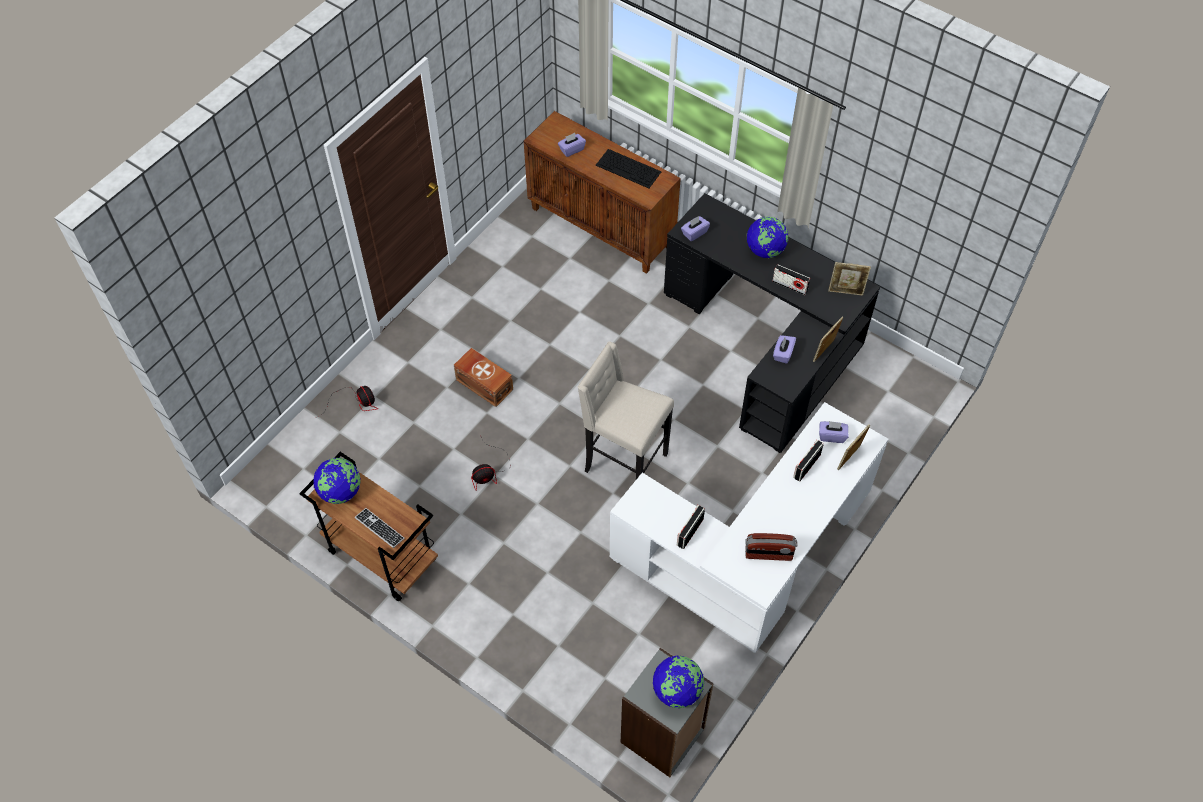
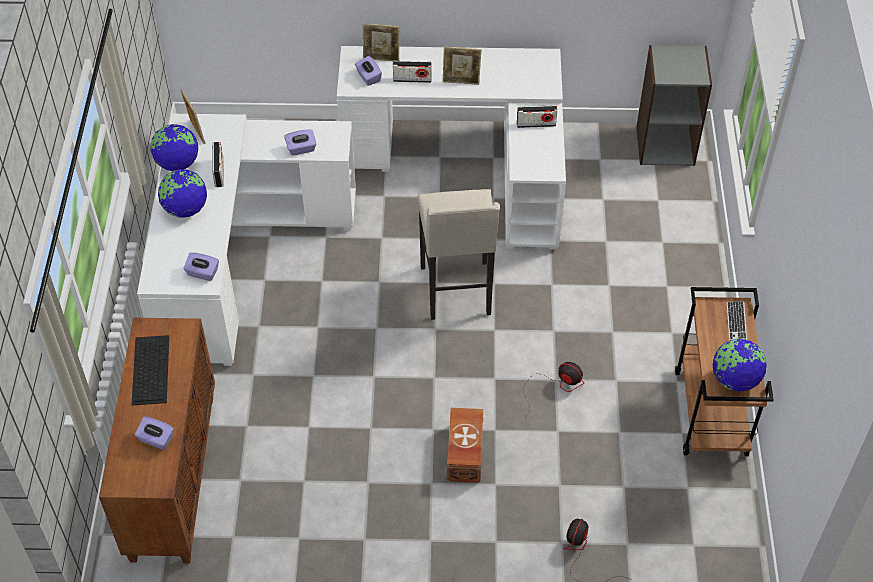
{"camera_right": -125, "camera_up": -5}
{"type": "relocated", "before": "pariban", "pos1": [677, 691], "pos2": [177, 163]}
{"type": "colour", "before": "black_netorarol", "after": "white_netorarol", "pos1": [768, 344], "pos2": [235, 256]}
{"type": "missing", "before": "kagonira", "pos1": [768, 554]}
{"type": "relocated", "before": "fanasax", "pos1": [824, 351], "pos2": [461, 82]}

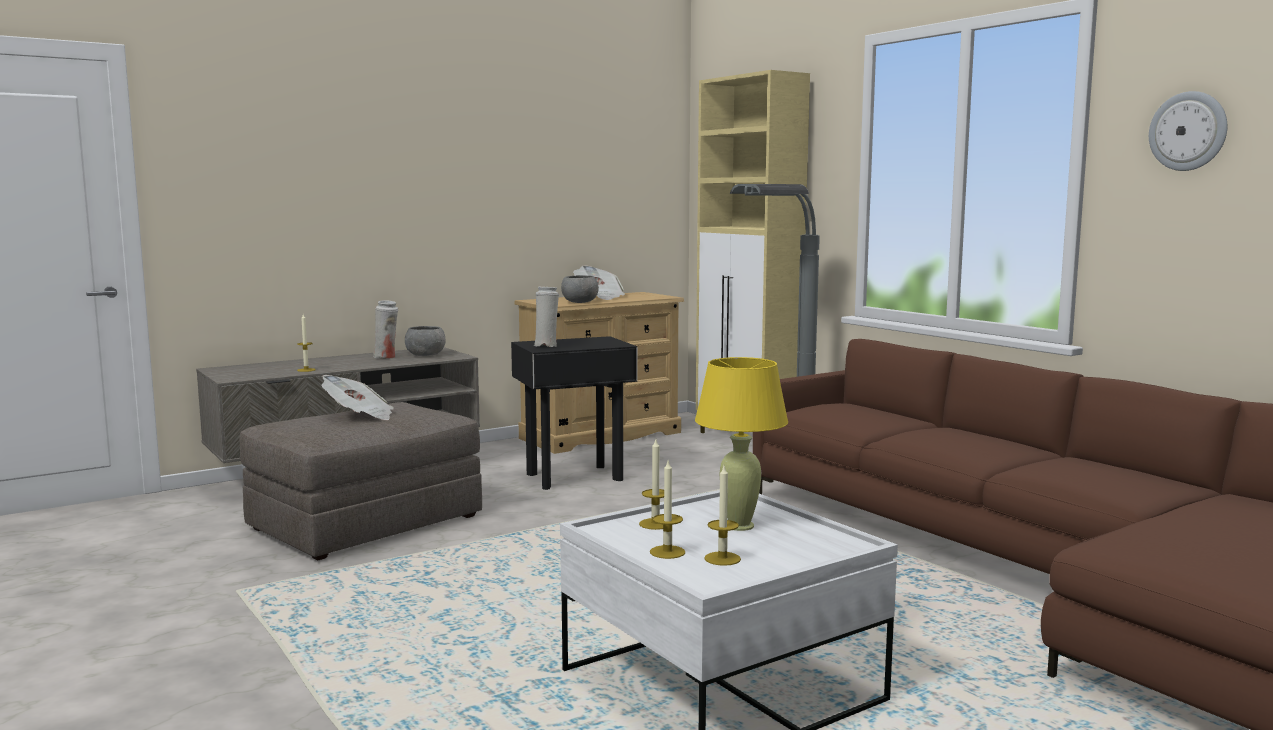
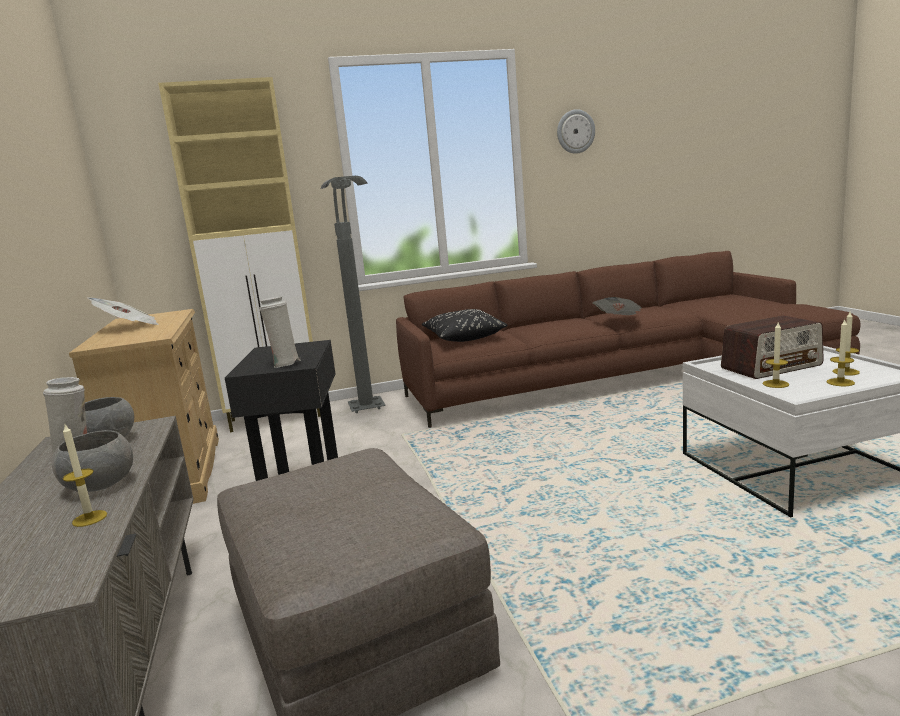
{"camera_right": -70, "camera_up": 5}
{"type": "relocated", "before": "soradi", "pos1": [360, 416], "pos2": [619, 320]}
{"type": "relocated", "before": "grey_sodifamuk", "pos1": [580, 302], "pos2": [99, 485]}
{"type": "exchanged", "before": "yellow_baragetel", "after": "kagonira", "pos1": [739, 526], "pos2": [771, 367]}
{"type": "appeared", "after": "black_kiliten", "pos2": [463, 338]}

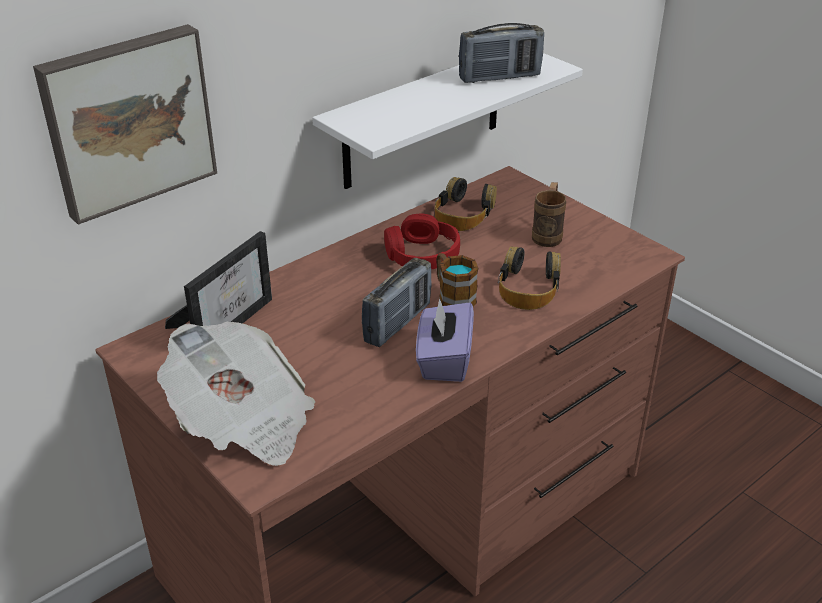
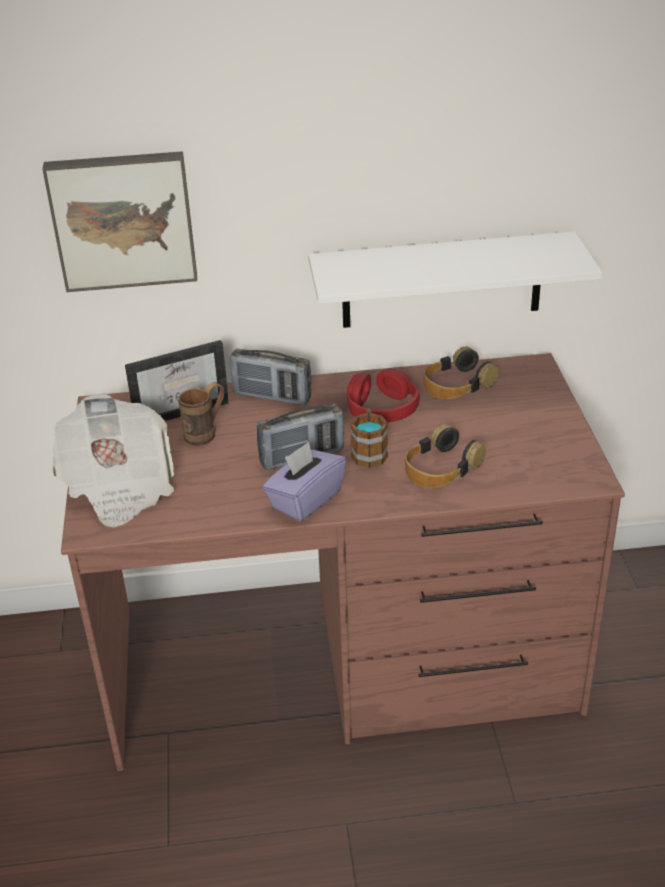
{"camera_right": 35, "camera_up": 0}
{"type": "relocated", "before": "kagonira", "pos1": [499, 77], "pos2": [272, 396]}
{"type": "relocated", "before": "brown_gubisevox", "pos1": [548, 234], "pos2": [206, 433]}

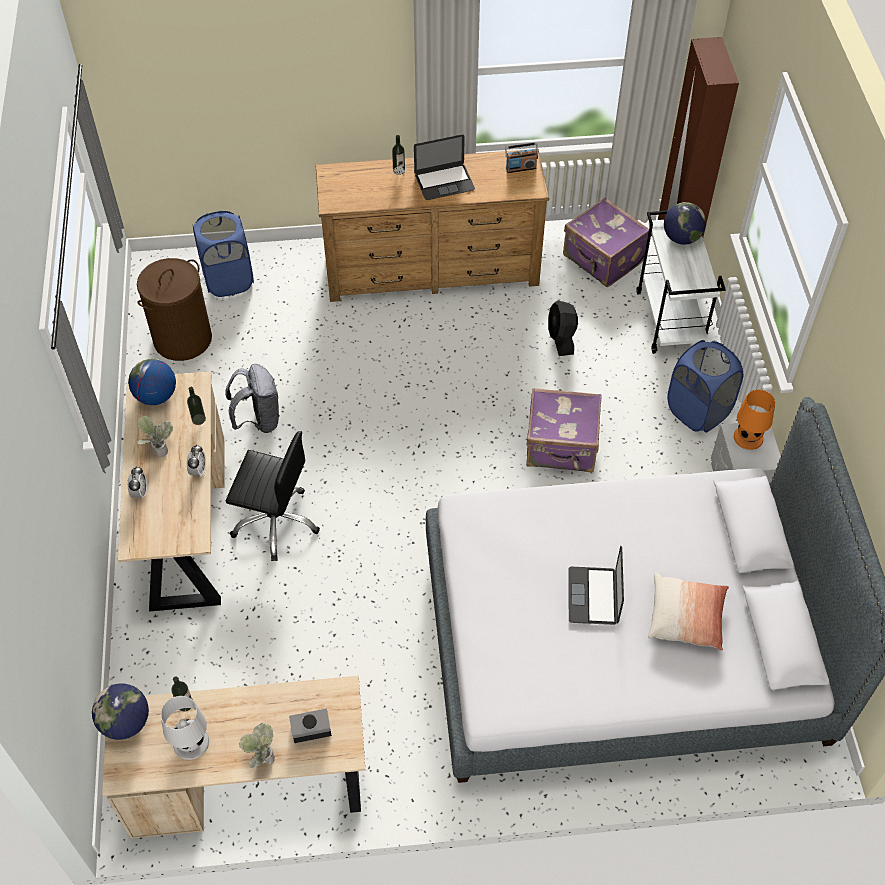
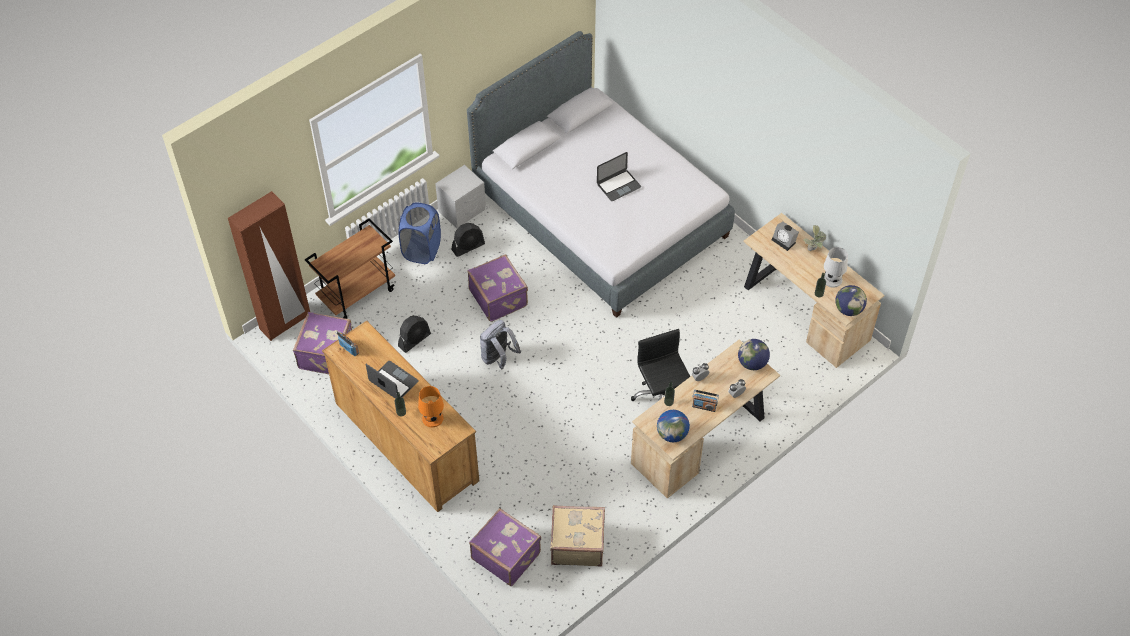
{"camera_right": -125, "camera_up": 0}
{"type": "exchanged", "before": "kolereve", "after": "kagonira", "pos1": [158, 449], "pos2": [704, 406]}
{"type": "exchanged", "before": "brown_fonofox", "after": "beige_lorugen", "pos1": [182, 339], "pos2": [577, 544]}
{"type": "exchanged", "before": "blue_fonofox", "after": "purple_lorugen", "pos1": [228, 280], "pos2": [506, 555]}
{"type": "relocated", "before": "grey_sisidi", "pos1": [258, 420], "pos2": [498, 358]}
{"type": "colour", "before": "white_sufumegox", "after": "brown_sufumegox", "pos1": [670, 320], "pos2": [357, 294]}
{"type": "missing", "before": "kiliten", "pos1": [686, 618]}
{"type": "relocated", "before": "pariban", "pos1": [681, 238], "pos2": [752, 363]}
{"type": "relocated", "before": "orange_baragetel", "pos1": [748, 437], "pos2": [432, 418]}
{"type": "appeared", "after": "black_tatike", "pos2": [468, 247]}

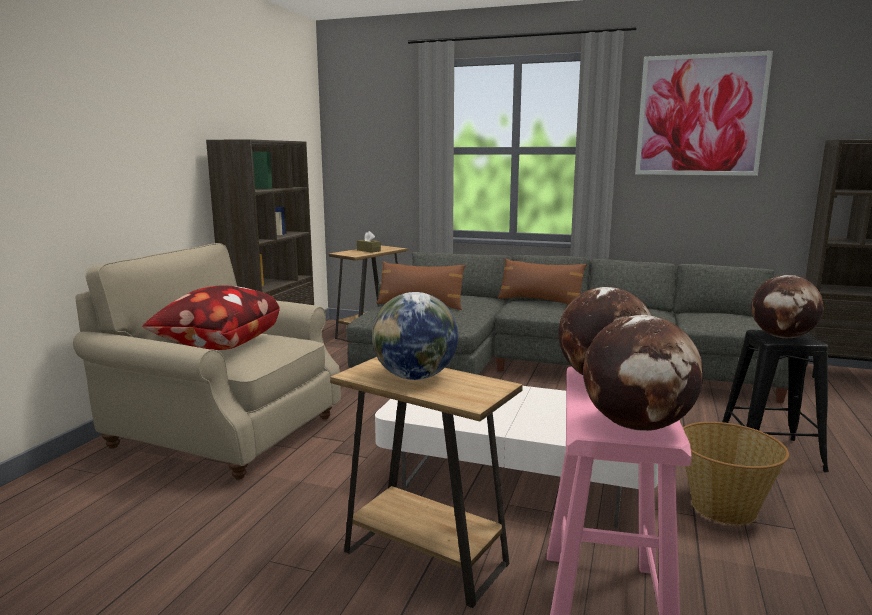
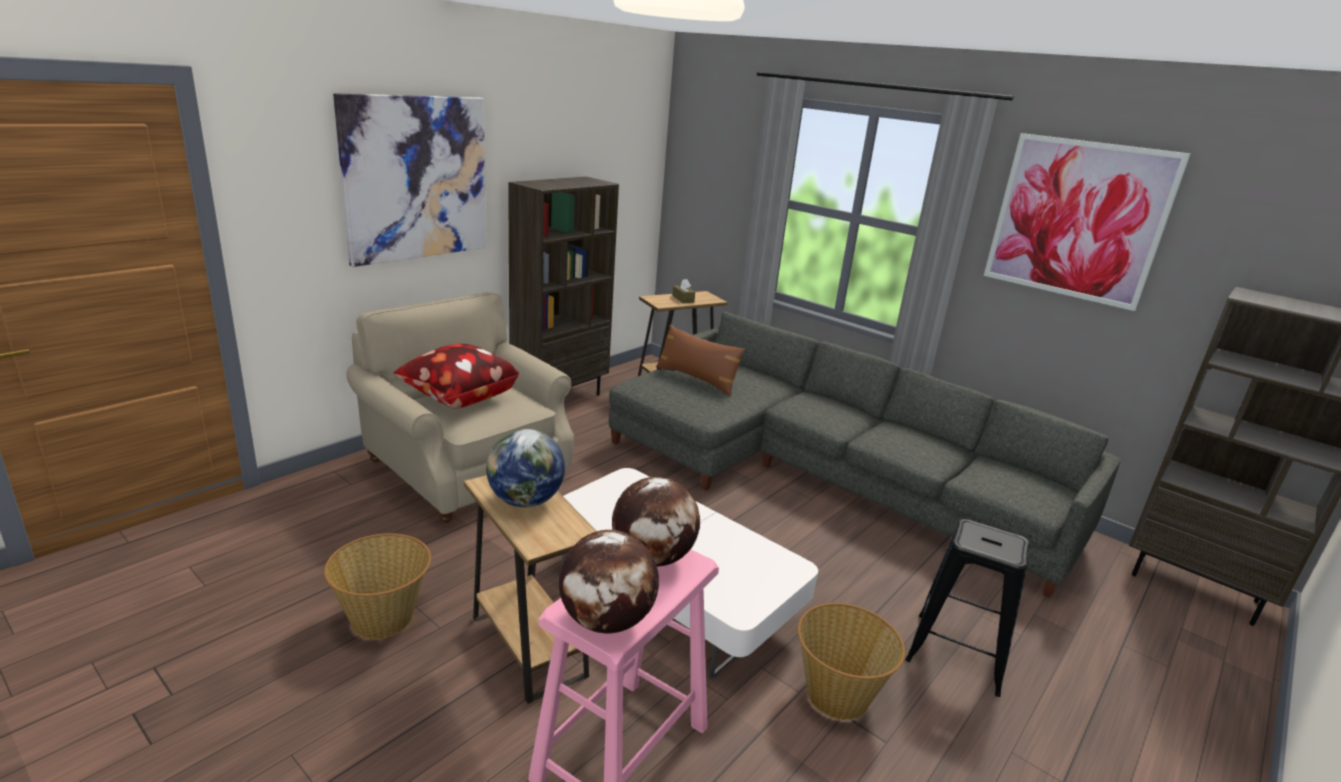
{"camera_right": 20, "camera_up": 10}
{"type": "missing", "before": "brown_kiliten", "pos1": [540, 301]}
{"type": "missing", "before": "pariban", "pos1": [782, 337]}
{"type": "appeared", "after": "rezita", "pos2": [384, 618]}
{"type": "appeared", "after": "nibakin", "pos2": [416, 178]}

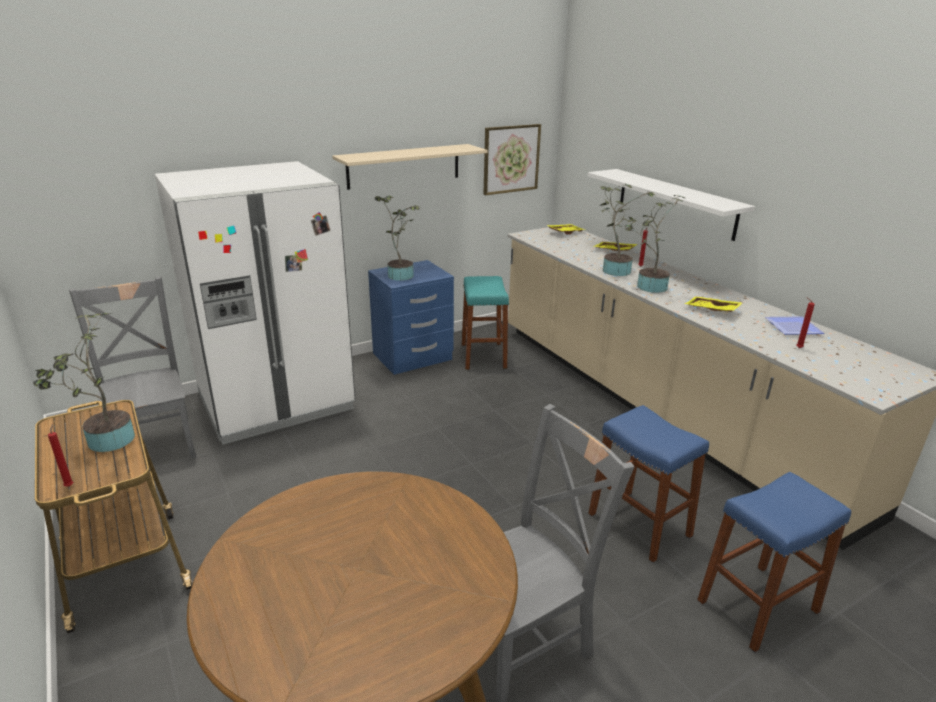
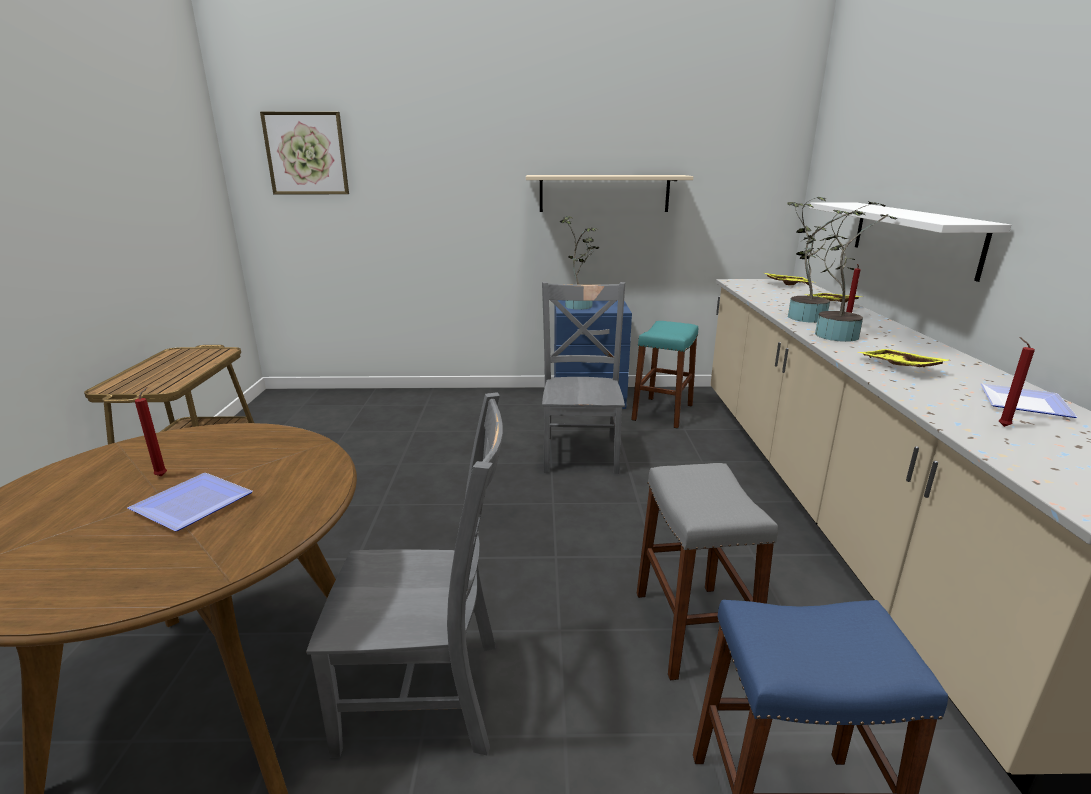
{"camera_right": 30, "camera_up": -5}
{"type": "missing", "before": "kolereve", "pos1": [106, 442]}
{"type": "relocated", "before": "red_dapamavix", "pos1": [70, 485], "pos2": [163, 475]}
{"type": "relocated", "before": "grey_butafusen", "pos1": [154, 443], "pos2": [581, 452]}
{"type": "missing", "before": "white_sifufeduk", "pos1": [276, 402]}
{"type": "relocated", "before": "nibakin", "pos1": [511, 159], "pos2": [306, 154]}
{"type": "colour", "before": "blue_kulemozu", "after": "grey_kulemozu", "pos1": [639, 524], "pos2": [692, 629]}
{"type": "appeared", "after": "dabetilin", "pos2": [192, 507]}

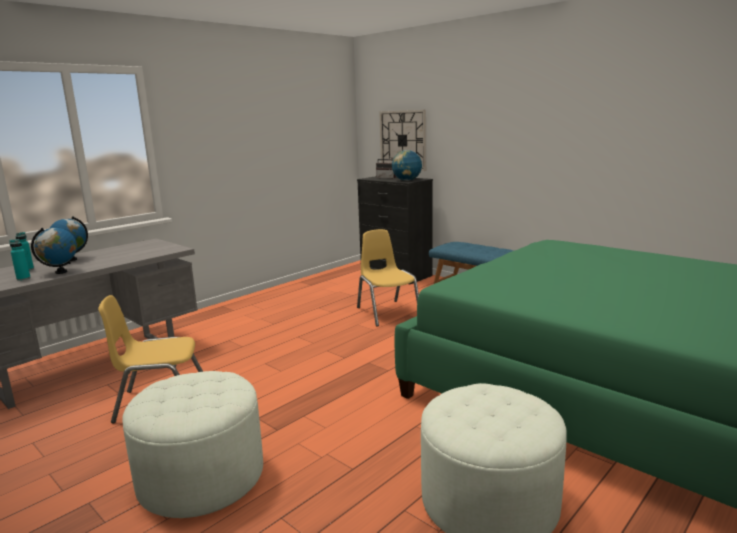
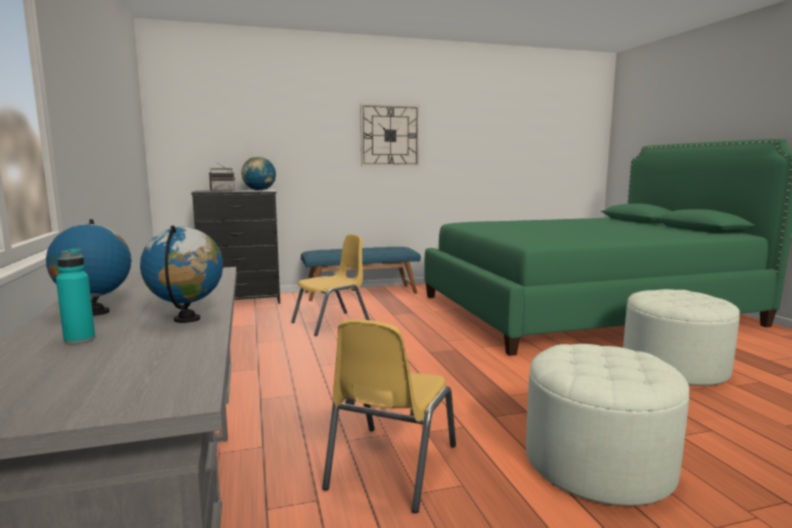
{"camera_right": -60, "camera_up": -5}
{"type": "missing", "before": "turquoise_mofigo", "pos1": [23, 278]}
{"type": "spun", "before": "yellow_butafusen", "pos1": [388, 313], "pos2": [332, 323], "turn": 135}
{"type": "relocated", "before": "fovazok", "pos1": [403, 140], "pos2": [390, 135]}

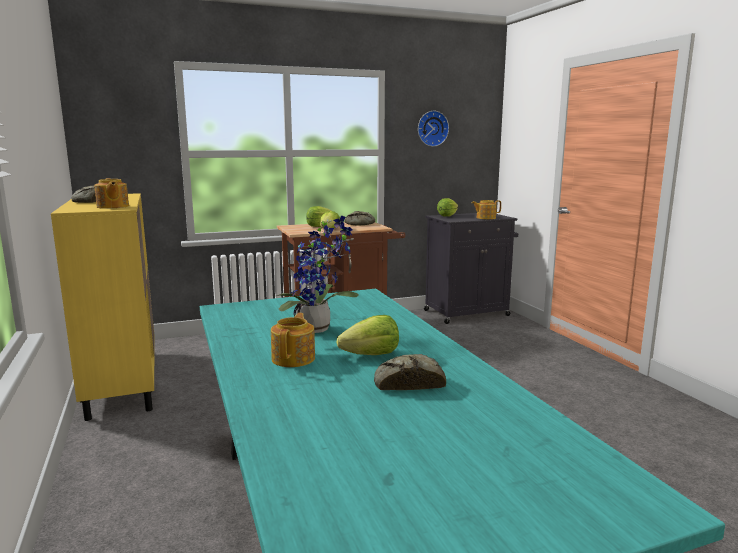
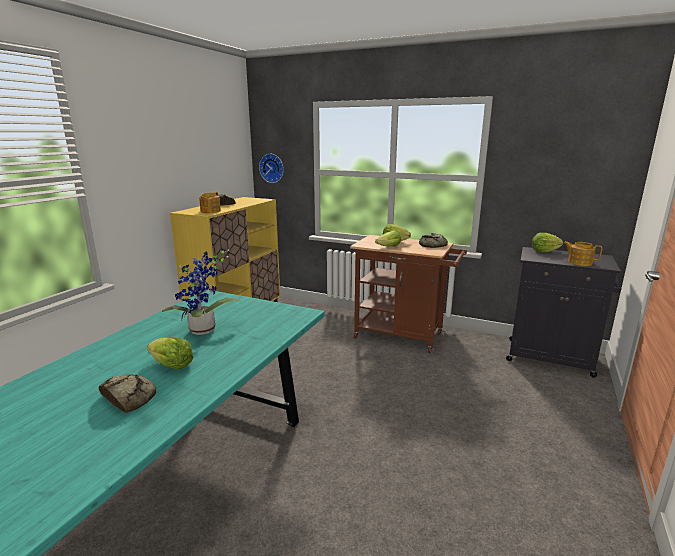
{"camera_right": 45, "camera_up": 5}
{"type": "missing", "before": "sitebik", "pos1": [294, 358]}
{"type": "relocated", "before": "fovazok", "pos1": [432, 128], "pos2": [272, 168]}

